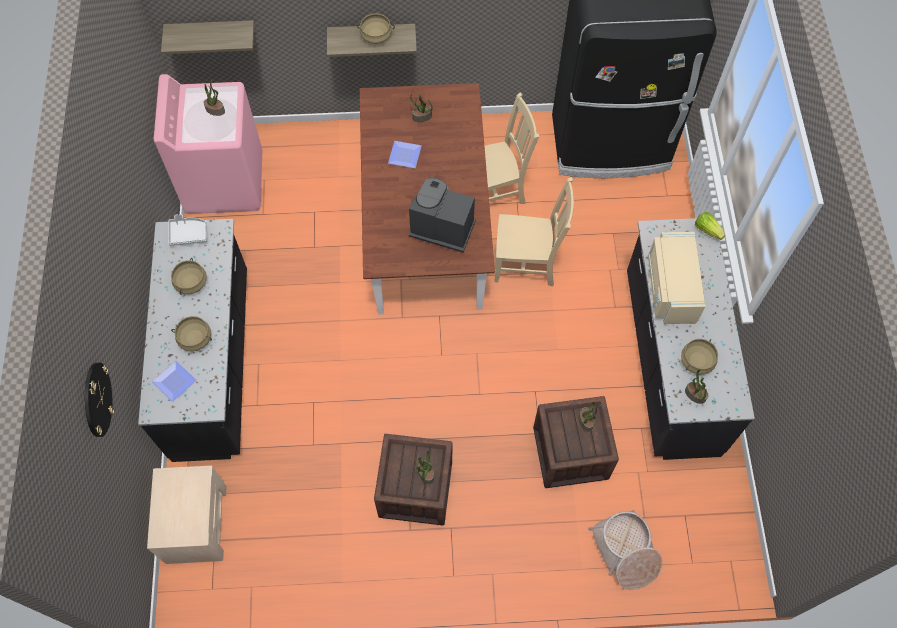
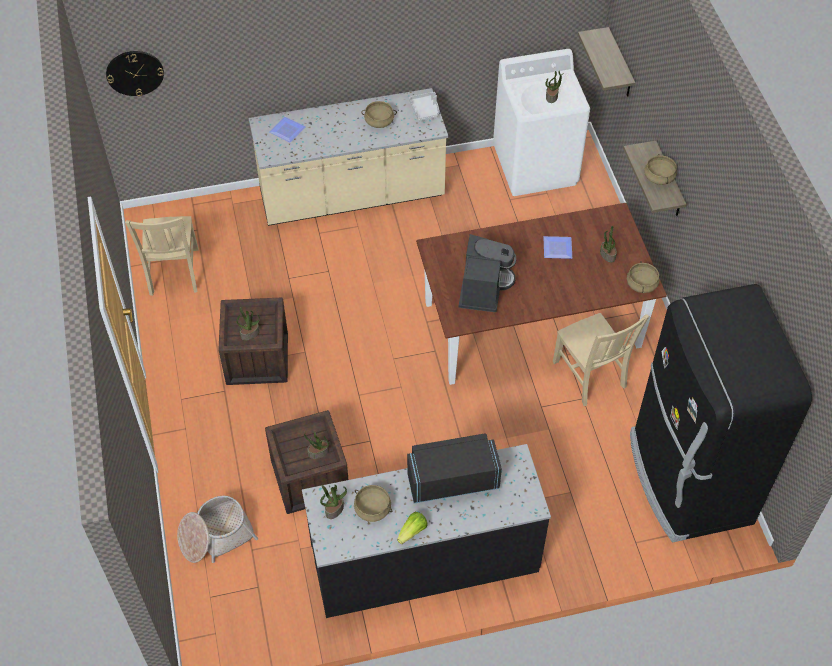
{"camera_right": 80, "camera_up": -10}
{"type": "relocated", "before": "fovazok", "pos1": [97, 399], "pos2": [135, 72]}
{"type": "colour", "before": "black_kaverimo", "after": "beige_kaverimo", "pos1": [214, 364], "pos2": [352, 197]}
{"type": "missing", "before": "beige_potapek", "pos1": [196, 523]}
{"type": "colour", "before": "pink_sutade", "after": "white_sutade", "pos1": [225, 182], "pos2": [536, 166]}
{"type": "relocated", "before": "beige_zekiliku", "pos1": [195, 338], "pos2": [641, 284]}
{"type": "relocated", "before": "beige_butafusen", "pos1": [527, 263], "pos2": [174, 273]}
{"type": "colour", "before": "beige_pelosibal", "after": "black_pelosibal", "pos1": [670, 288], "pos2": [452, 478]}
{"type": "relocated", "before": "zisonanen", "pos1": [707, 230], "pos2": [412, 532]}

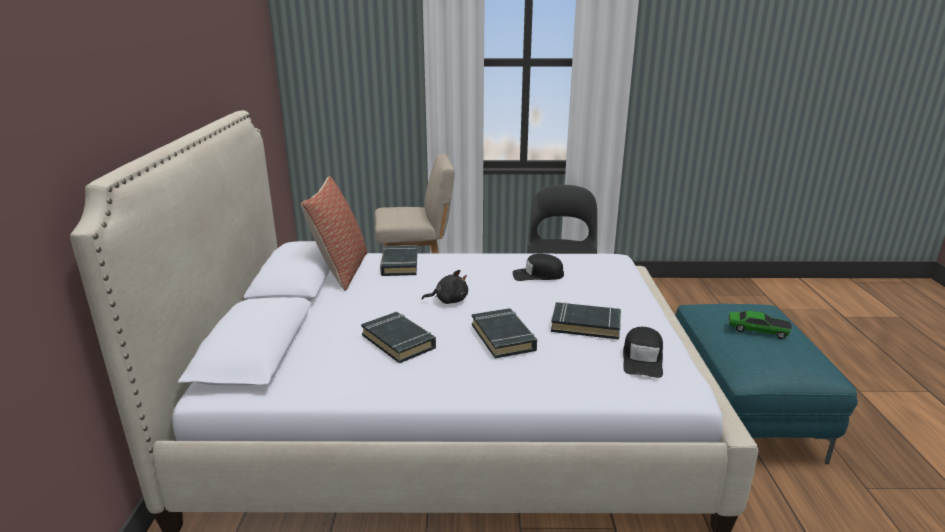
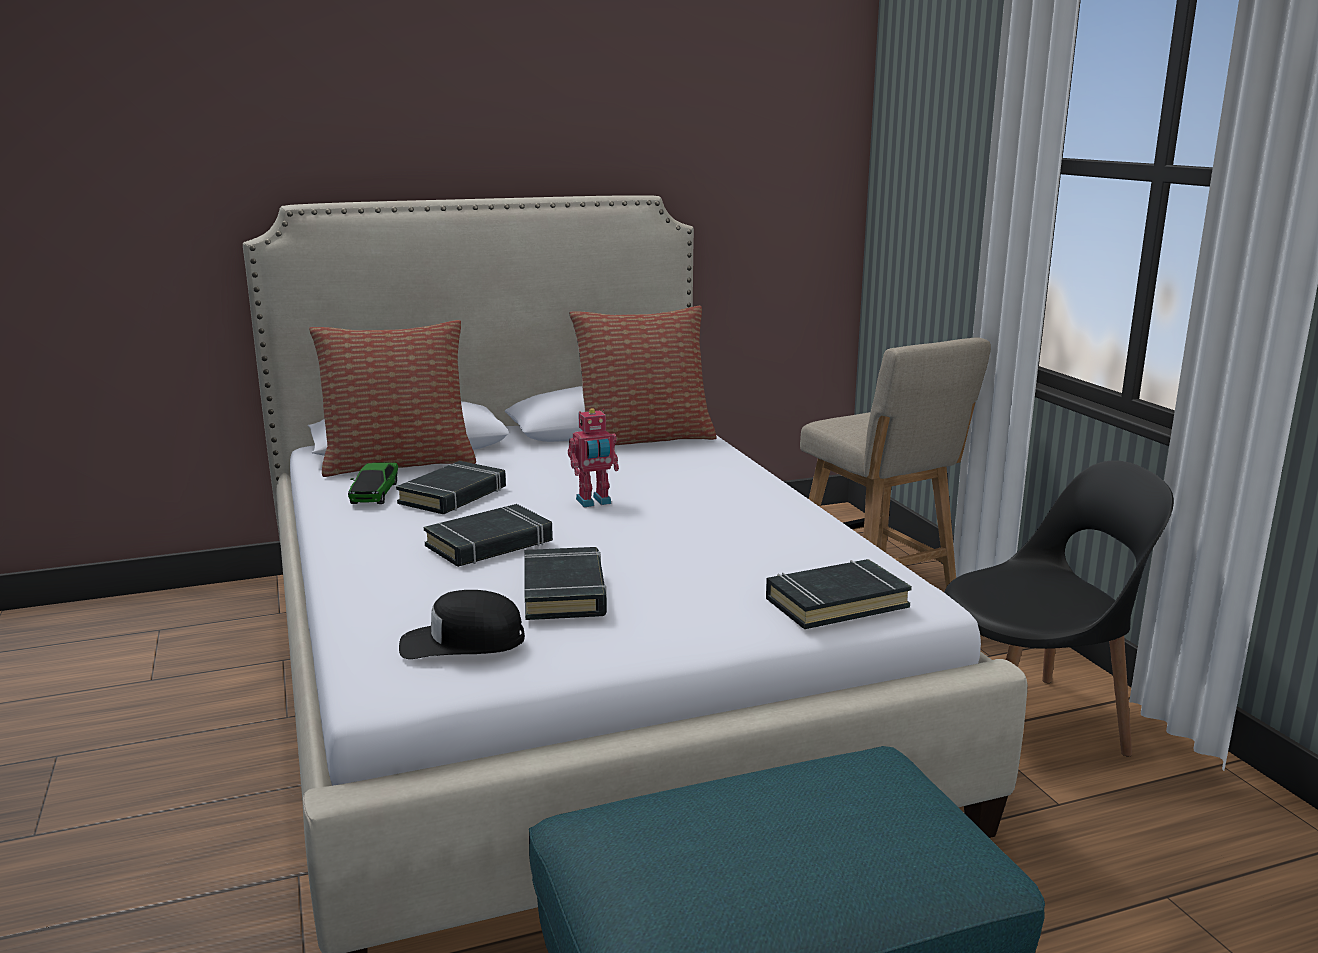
{"camera_right": 70, "camera_up": -5}
{"type": "relocated", "before": "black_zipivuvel", "pos1": [399, 264], "pos2": [836, 602]}
{"type": "exchanged", "before": "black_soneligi", "after": "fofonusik", "pos1": [449, 300], "pos2": [594, 502]}
{"type": "missing", "before": "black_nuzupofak", "pos1": [537, 275]}
{"type": "relocated", "before": "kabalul", "pos1": [757, 330], "pos2": [375, 493]}
{"type": "appeared", "after": "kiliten", "pos2": [398, 463]}

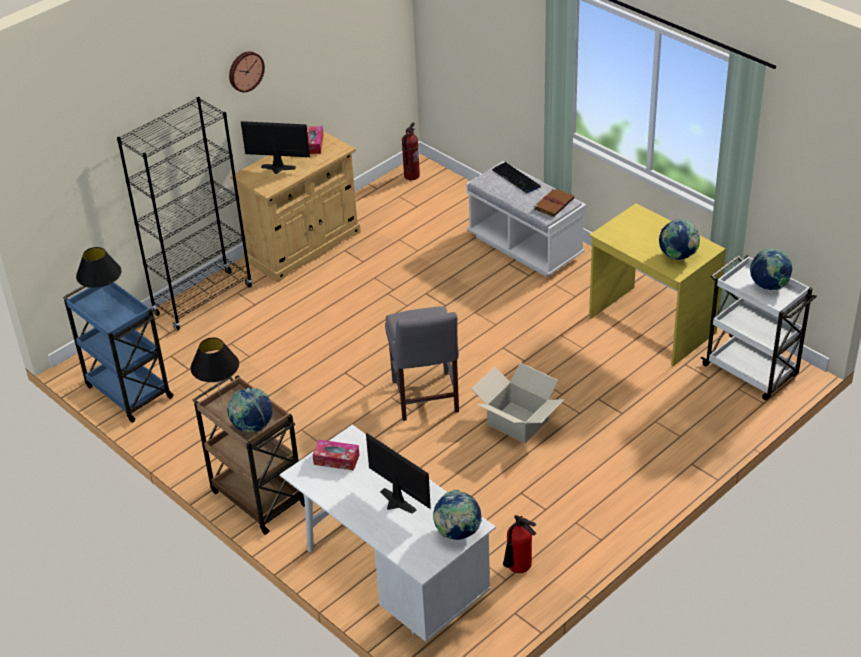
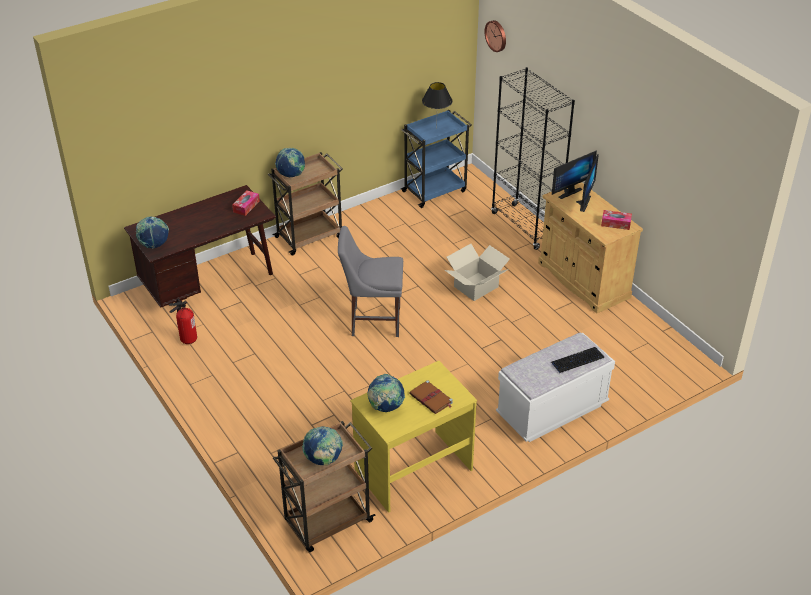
{"camera_right": 100, "camera_up": 0}
{"type": "missing", "before": "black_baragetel", "pos1": [221, 403]}
{"type": "relocated", "before": "fovazok", "pos1": [245, 71], "pos2": [496, 35]}
{"type": "colour", "before": "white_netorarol", "after": "brown_netorarol", "pos1": [391, 580], "pos2": [209, 283]}
{"type": "relocated", "before": "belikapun", "pos1": [394, 504], "pos2": [568, 191]}
{"type": "missing", "before": "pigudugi", "pos1": [411, 175]}
{"type": "relocated", "before": "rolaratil", "pos1": [518, 422], "pos2": [476, 287]}
{"type": "relocated", "before": "brown_zipivuvel", "pos1": [554, 203], "pos2": [431, 399]}
{"type": "colour", "before": "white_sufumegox", "after": "brown_sufumegox", "pos1": [751, 371], "pos2": [327, 522]}

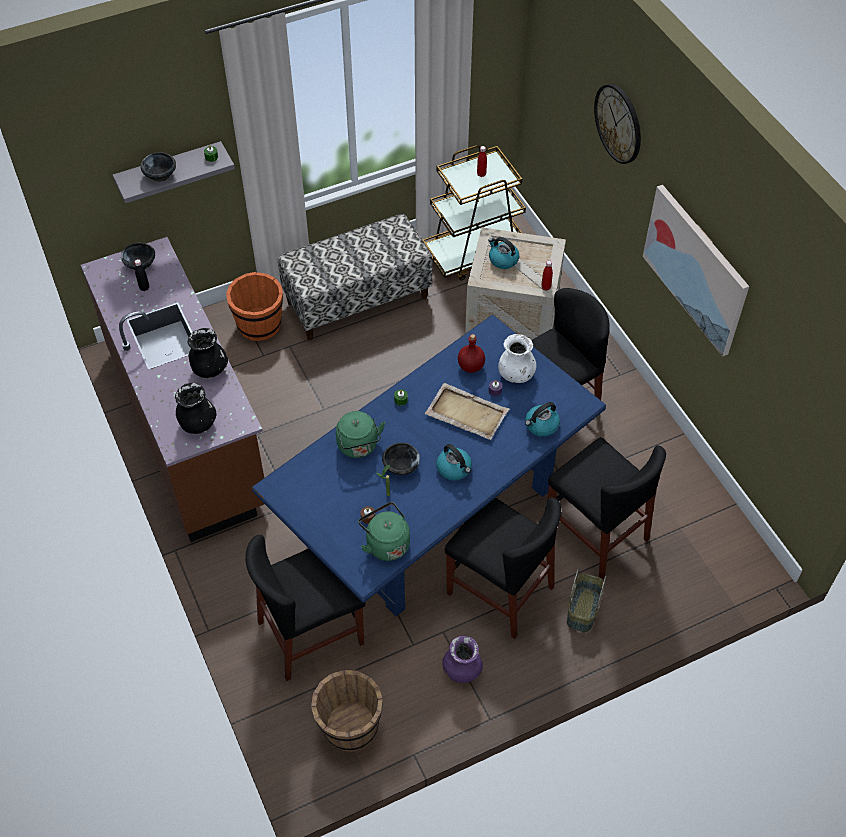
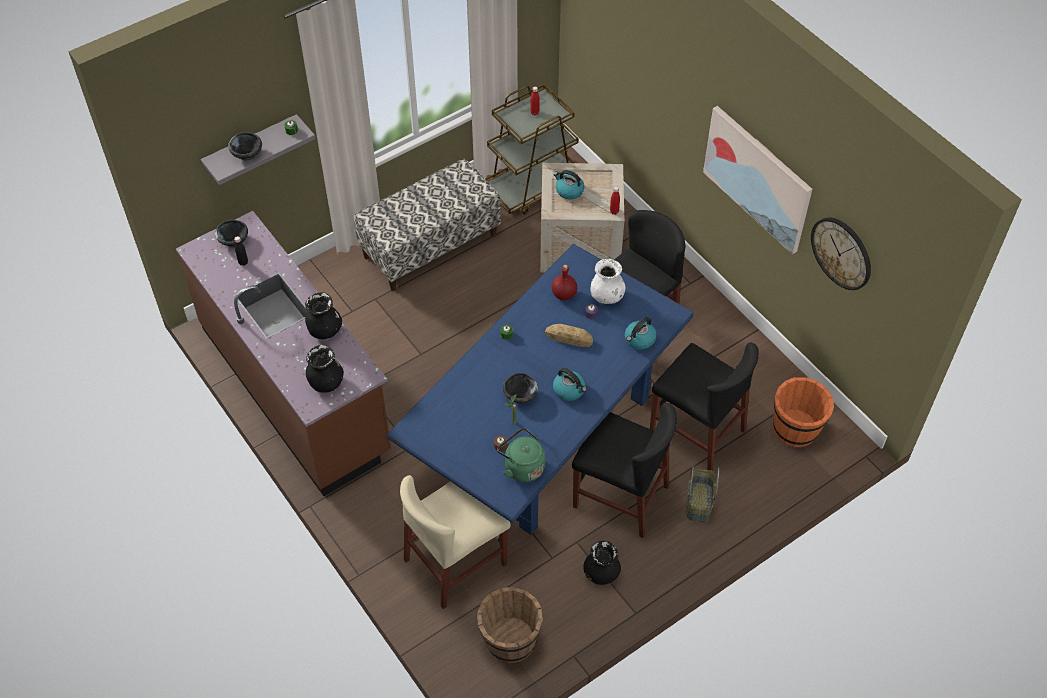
{"camera_right": -10, "camera_up": 0}
{"type": "relocated", "before": "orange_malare", "pos1": [259, 325], "pos2": [795, 429]}
{"type": "colour", "before": "black_butafusen", "after": "beige_butafusen", "pos1": [311, 633], "pos2": [455, 562]}
{"type": "missing", "before": "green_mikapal", "pos1": [358, 447]}
{"type": "exchanged", "before": "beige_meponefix", "after": "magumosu", "pos1": [466, 413], "pos2": [569, 337]}
{"type": "colour", "before": "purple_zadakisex", "after": "black_zadakisex", "pos1": [462, 670], "pos2": [601, 573]}
{"type": "relocated", "before": "fovazok", "pos1": [618, 123], "pos2": [841, 253]}

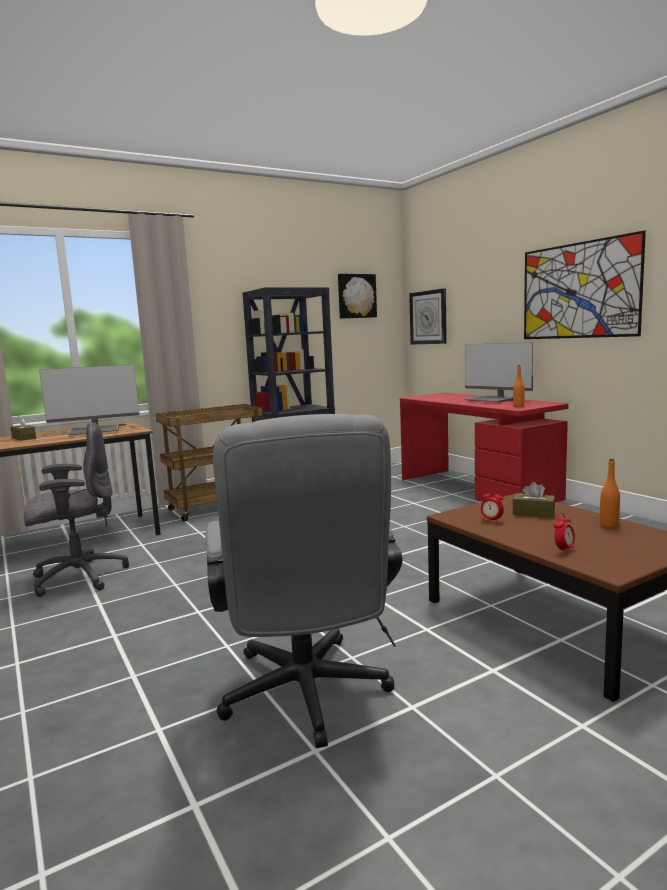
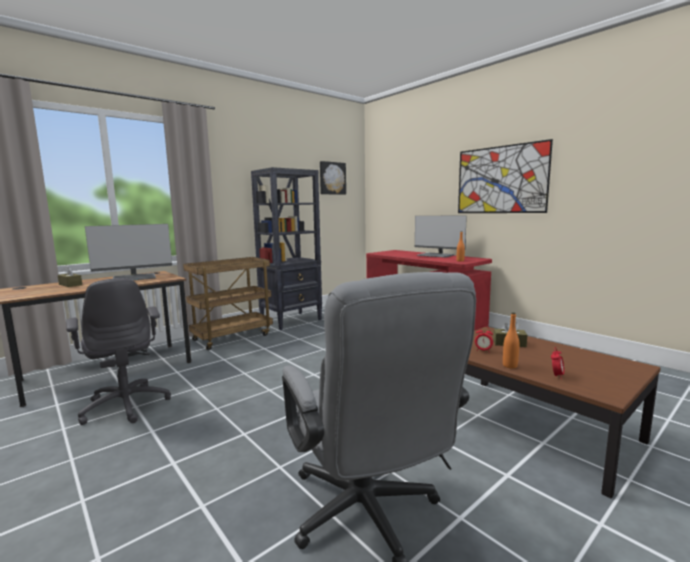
{"camera_right": -10, "camera_up": 0}
{"type": "spun", "before": "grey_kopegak", "pos1": [78, 577], "pos2": [126, 405], "turn": 90}
{"type": "missing", "before": "fovazok", "pos1": [428, 317]}
{"type": "relocated", "before": "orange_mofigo", "pos1": [609, 525], "pos2": [510, 366]}

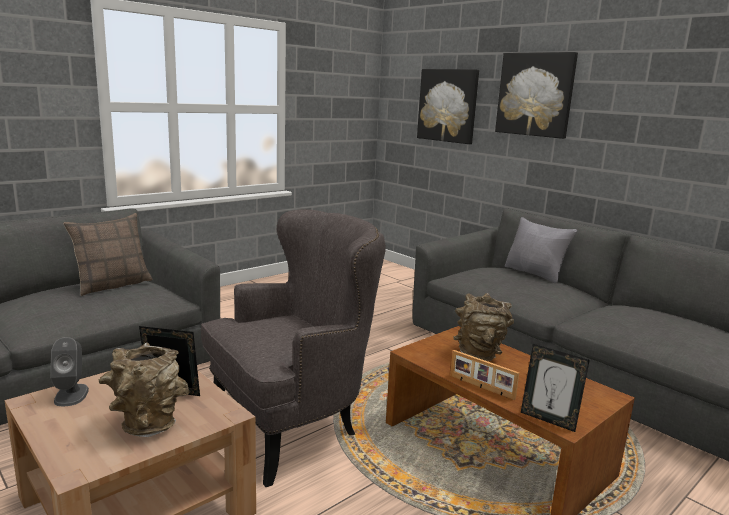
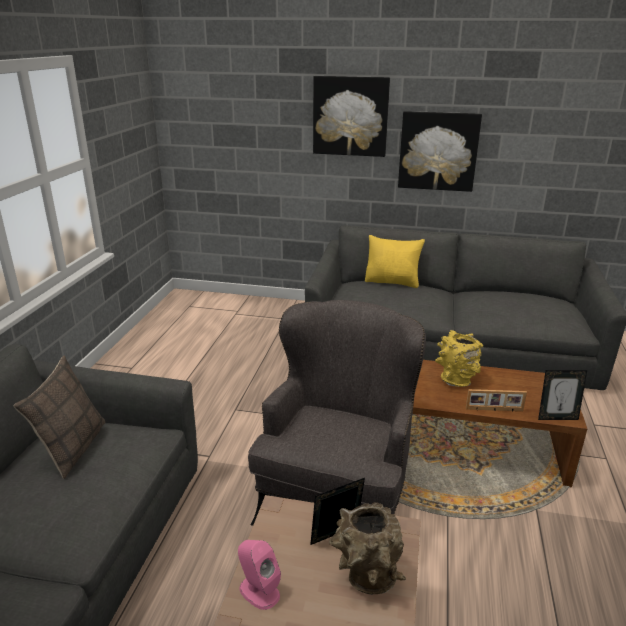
{"camera_right": -35, "camera_up": 10}
{"type": "colour", "before": "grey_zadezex", "after": "pink_zadezex", "pos1": [71, 395], "pos2": [259, 591]}
{"type": "relocated", "before": "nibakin", "pos1": [448, 105], "pos2": [438, 151]}
{"type": "colour", "before": "brown_zadakisex", "after": "yellow_zadakisex", "pos1": [480, 354], "pos2": [455, 379]}
{"type": "colour", "before": "grey_kiliten", "after": "yellow_kiliten", "pos1": [535, 274], "pos2": [392, 282]}

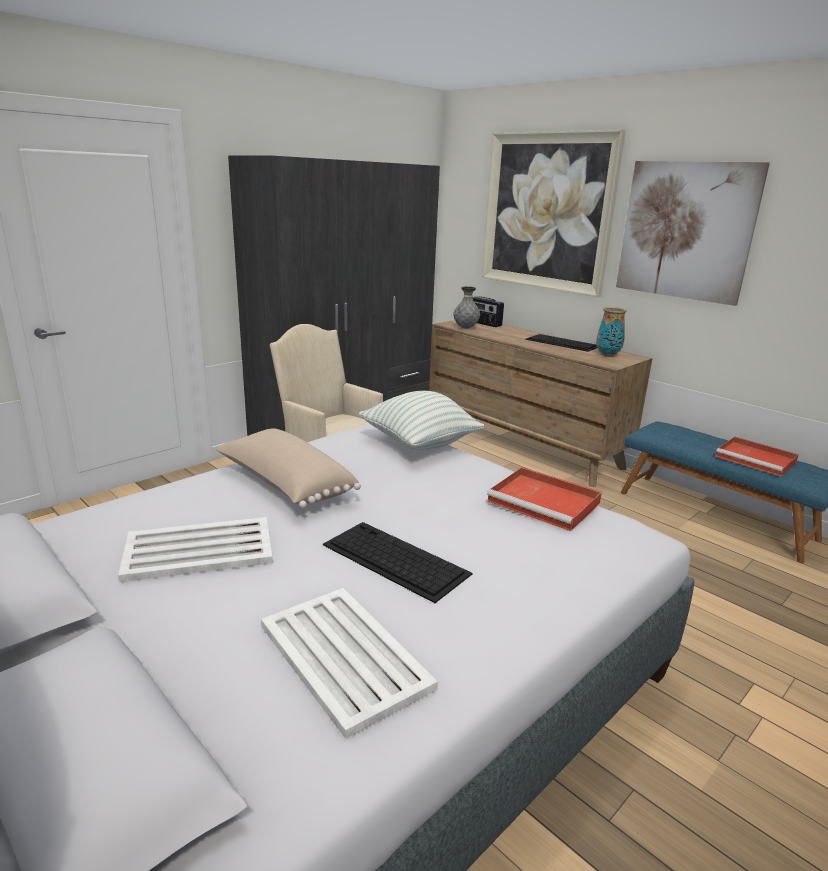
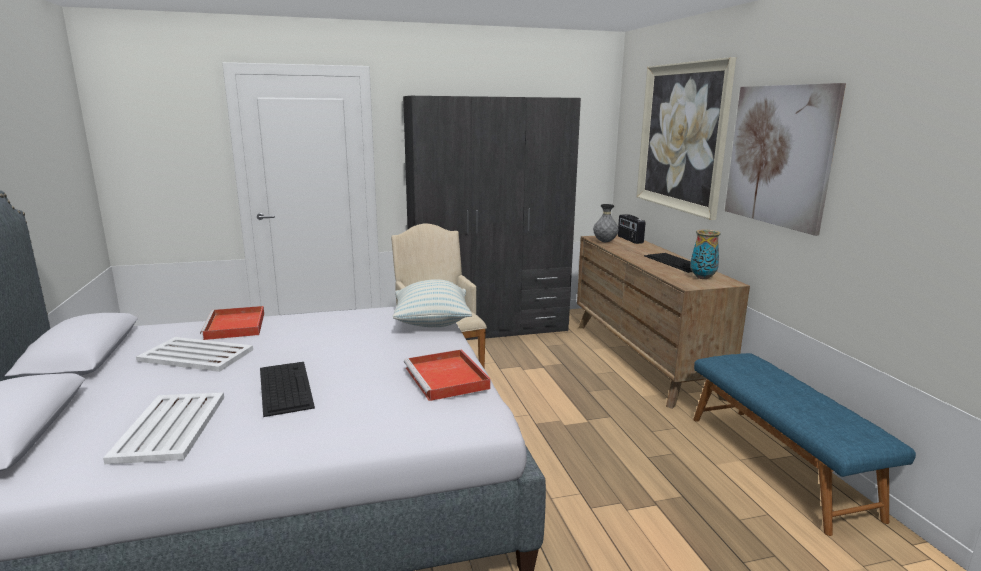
{"camera_right": 30, "camera_up": -5}
{"type": "missing", "before": "beige_kiliten", "pos1": [285, 485]}
{"type": "relocated", "before": "red_meponefix", "pos1": [757, 459], "pos2": [235, 326]}

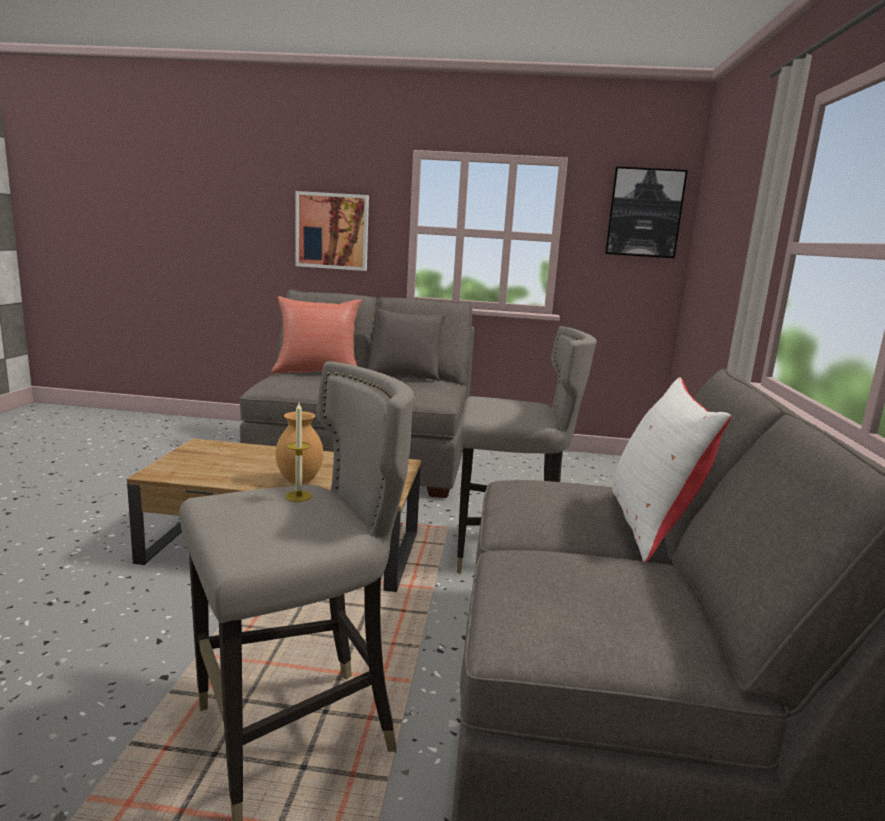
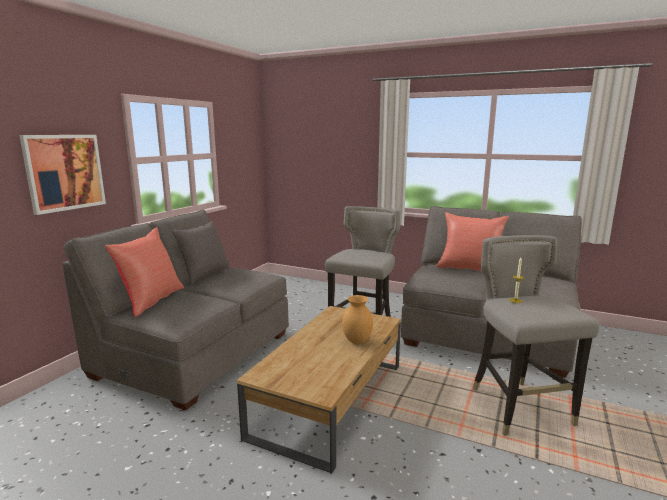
{"camera_right": -70, "camera_up": 0}
{"type": "missing", "before": "nibakin", "pos1": [644, 213]}
{"type": "colour", "before": "white_kiliten", "after": "red_kiliten", "pos1": [651, 526], "pos2": [470, 268]}

